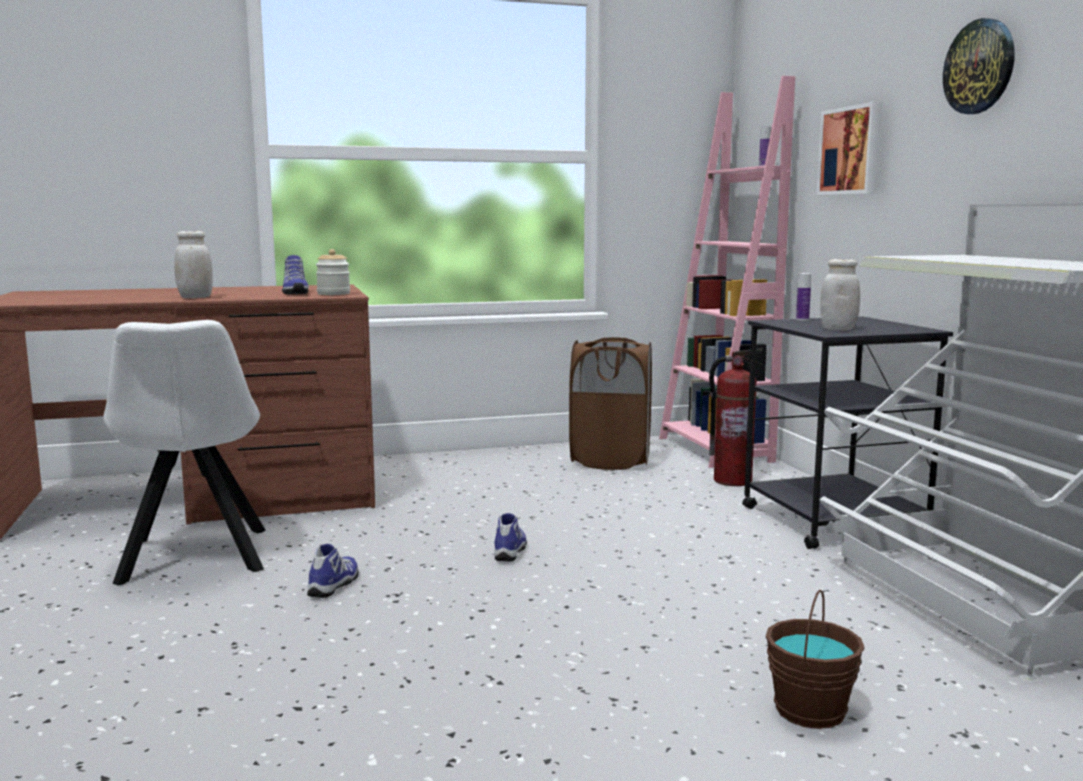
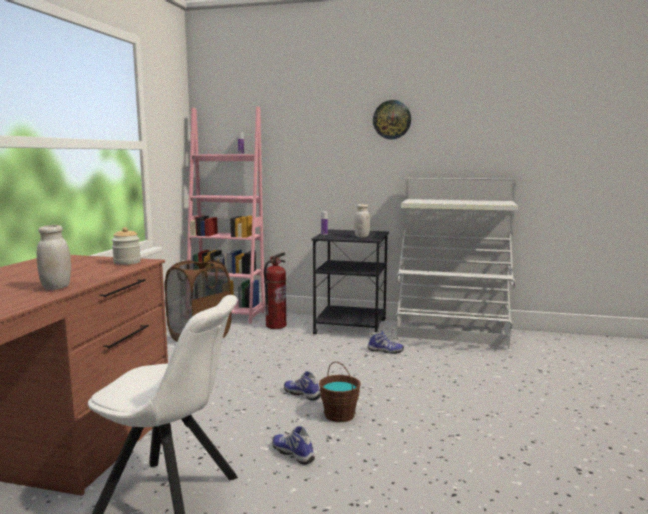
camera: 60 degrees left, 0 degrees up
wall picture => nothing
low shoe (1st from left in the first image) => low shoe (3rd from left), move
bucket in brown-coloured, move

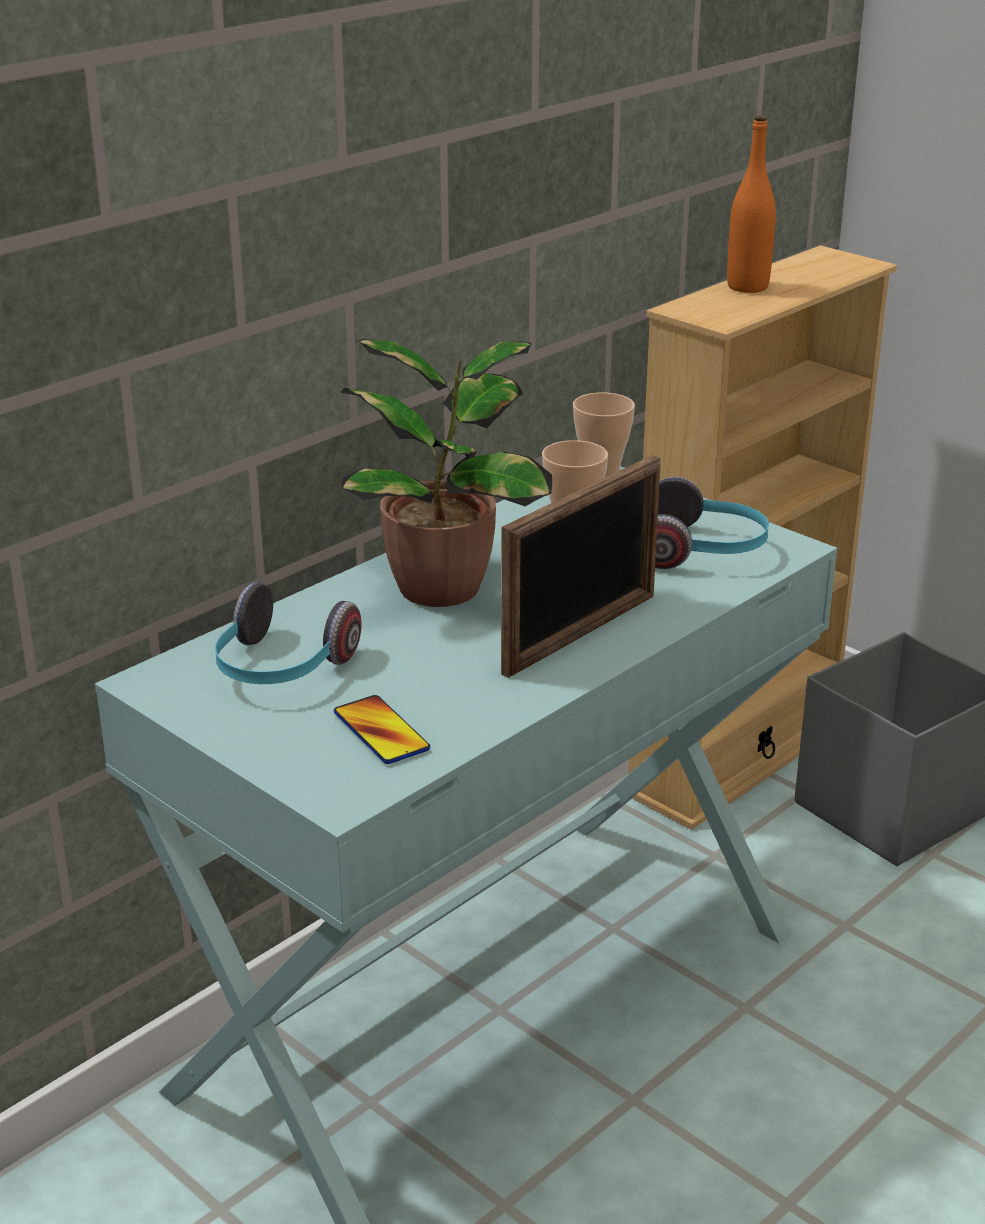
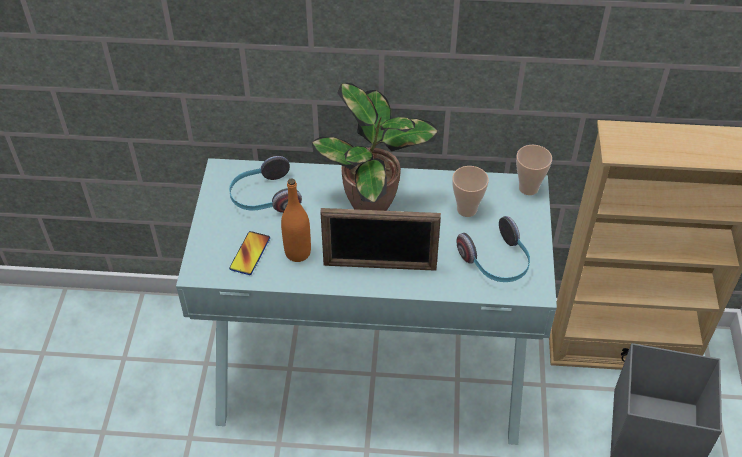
camera: 50 degrees right, 20 degrees up
beverage bottle in orange, move

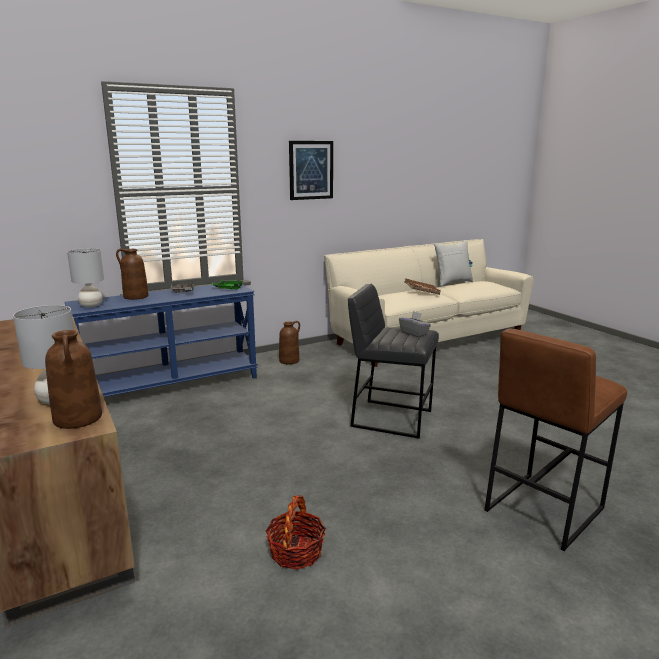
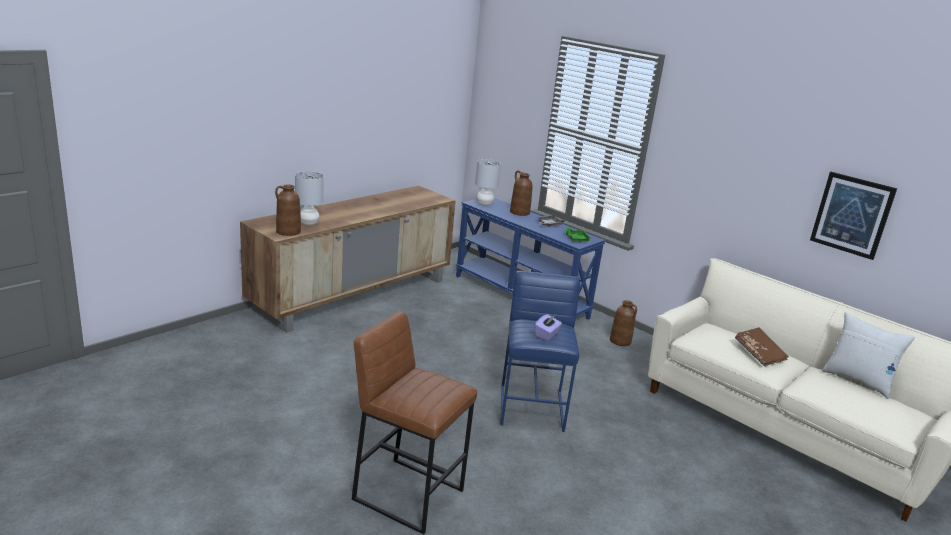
camera: 70 degrees right, 5 degrees up
wall picture, move
sitting stool in gray => sitting stool in blue-coloured
box of tissues in gray => box of tissues in purplish
basket => nothing

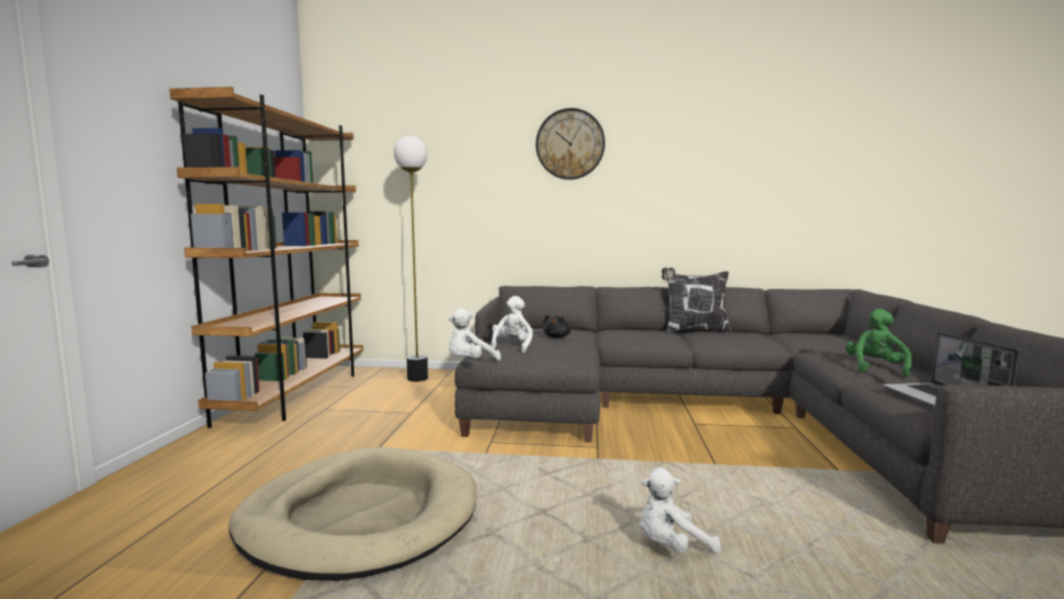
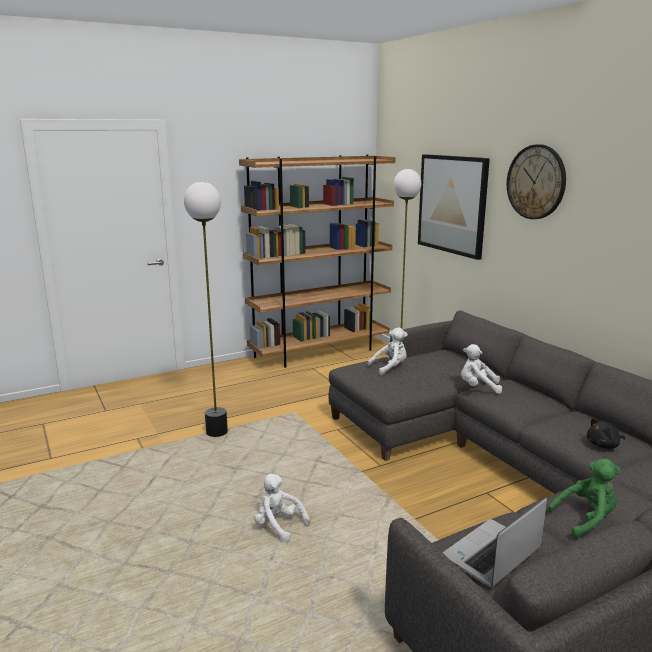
camera: 55 degrees right, 10 degrees up
cushion => nothing
soft toy in white-coloured (1st from left in the first image) => soft toy in white-coloured (3rd from left), move
soft toy in black, move
dog bed in beige-coloured => standard lamp (1st from left)
nothing => wall picture

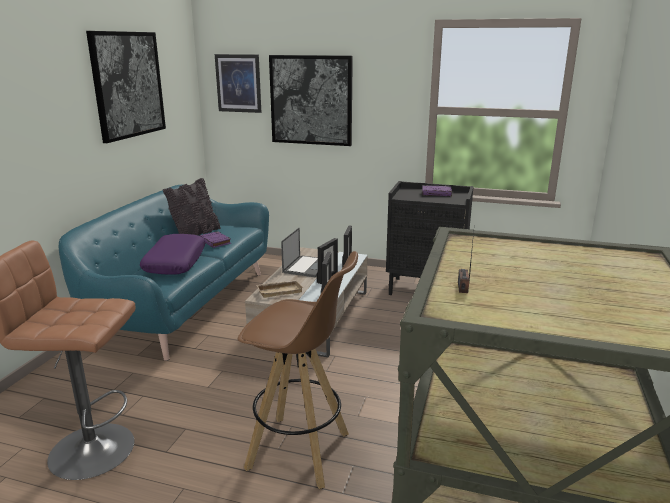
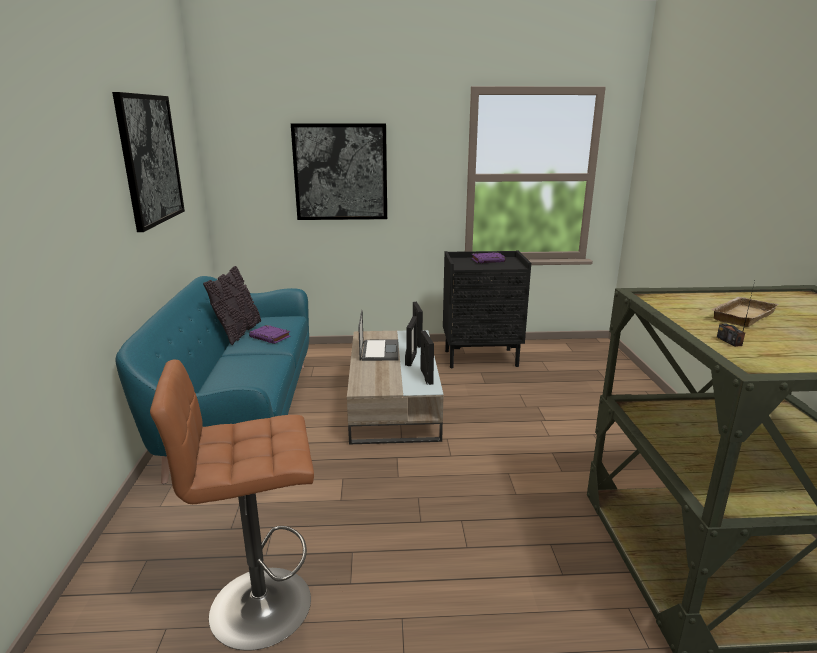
camera: 20 degrees left, 0 degrees up
wall picture (2nd from left) => nothing
cushion in purplish => nothing
sitting stool in brown-coloured (2nd from left) => nothing
serving tray in beige-coloured, move

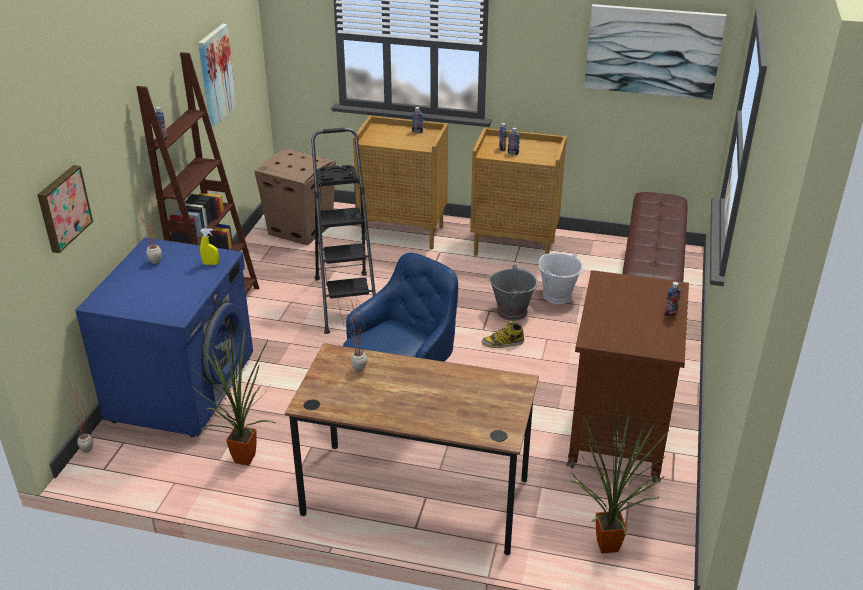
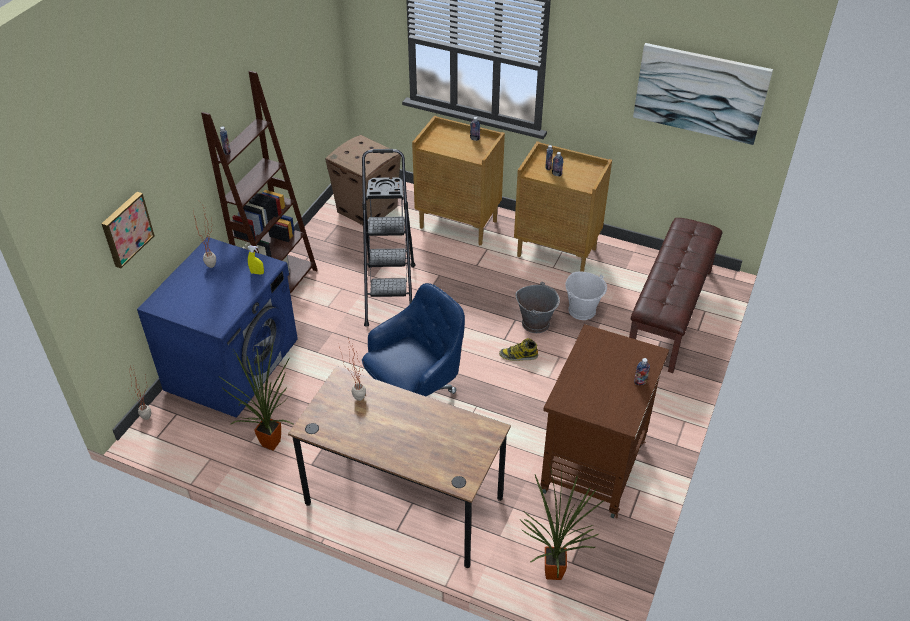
camera: 10 degrees right, 10 degrees up
wall picture (2nd from left) => nothing

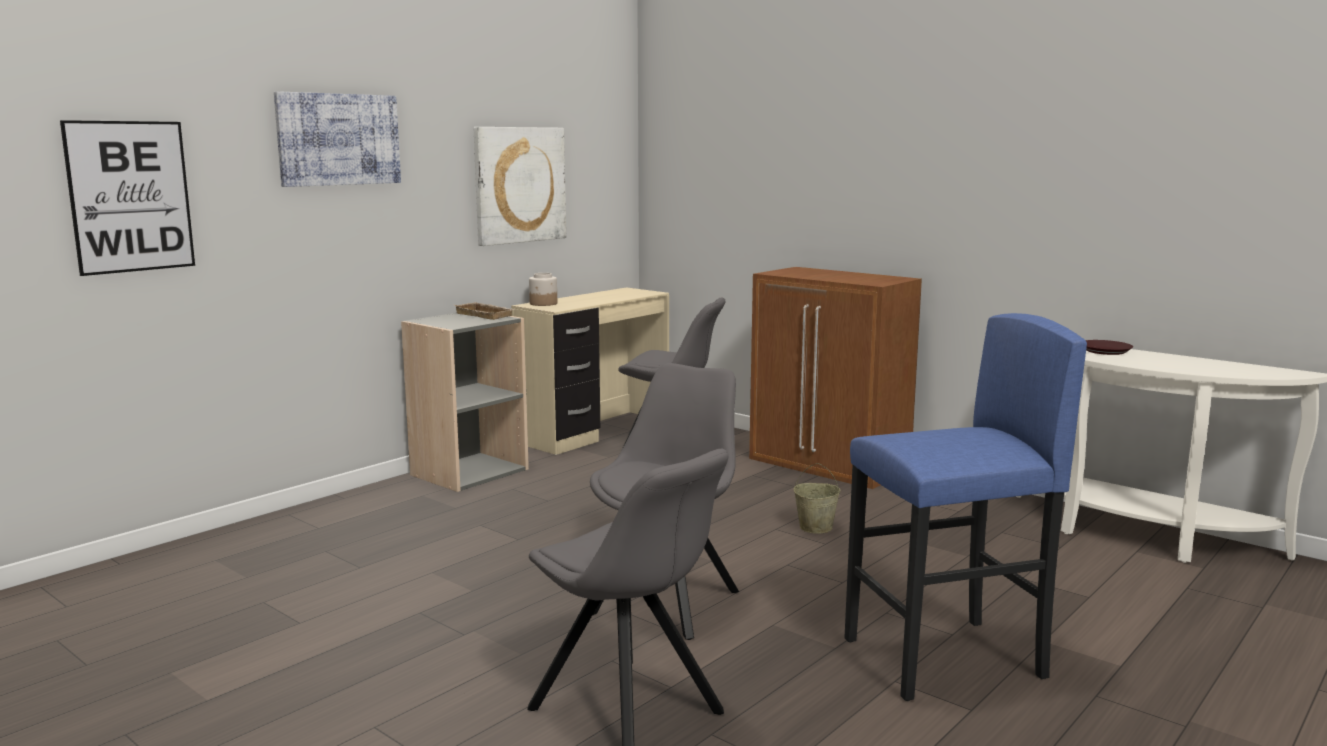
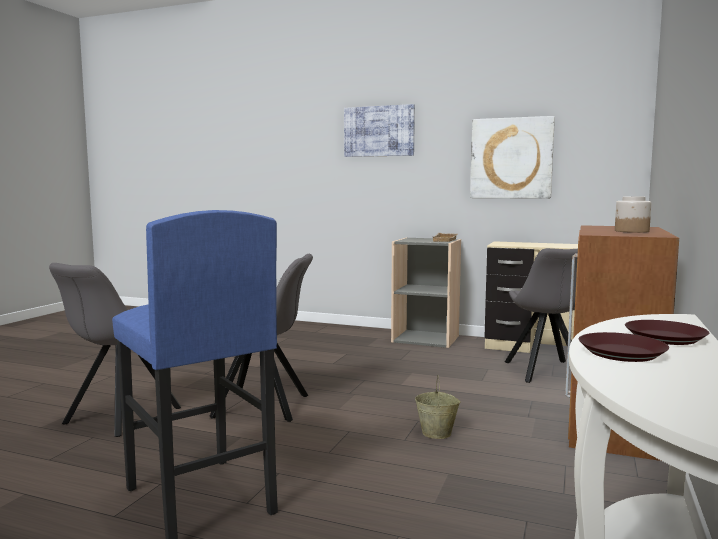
camera: 70 degrees right, 5 degrees down
wall picture (1st from left) => nothing
storage jar, move
nothing => flat dish in brown-coloured (1st from left)

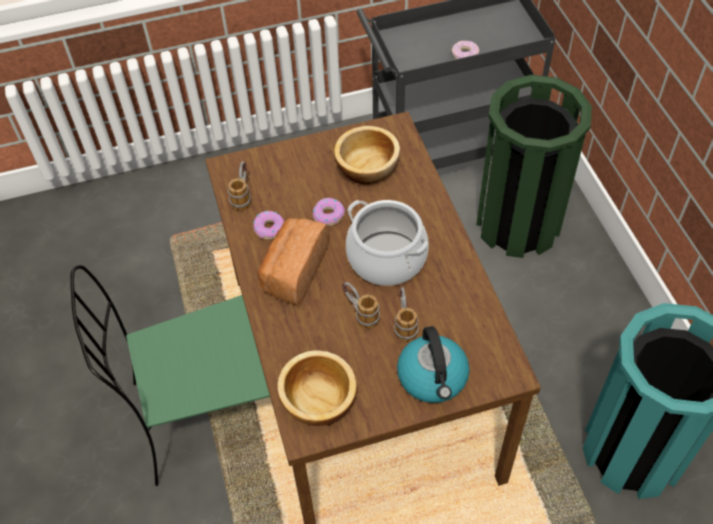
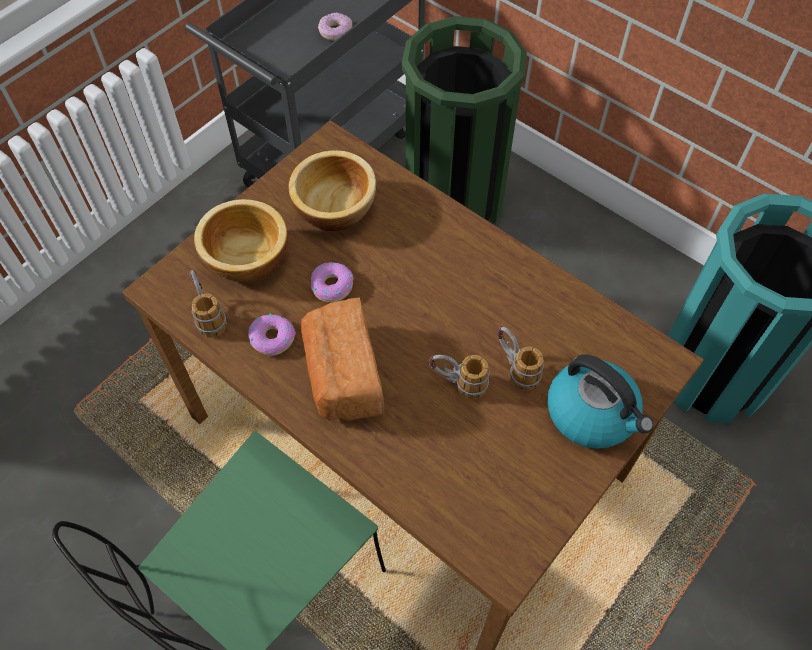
camera: 35 degrees left, 5 degrees up
stockpot => nothing
bowl (1st from left), move

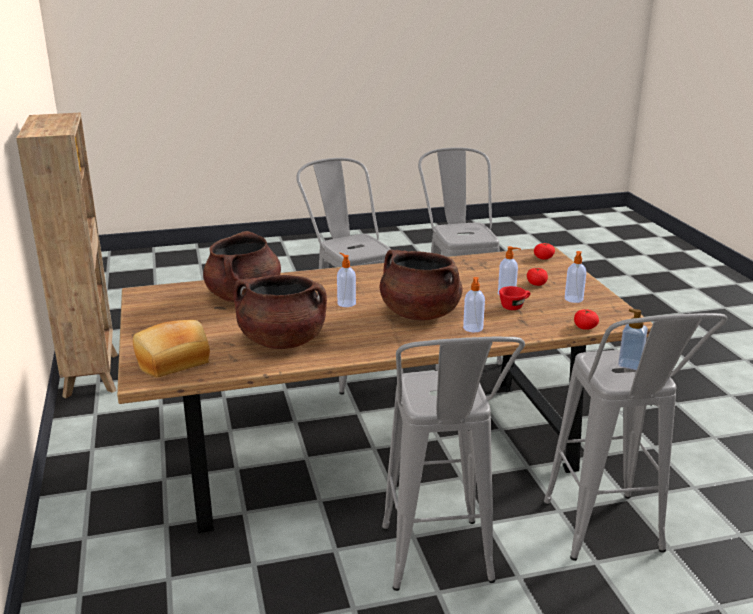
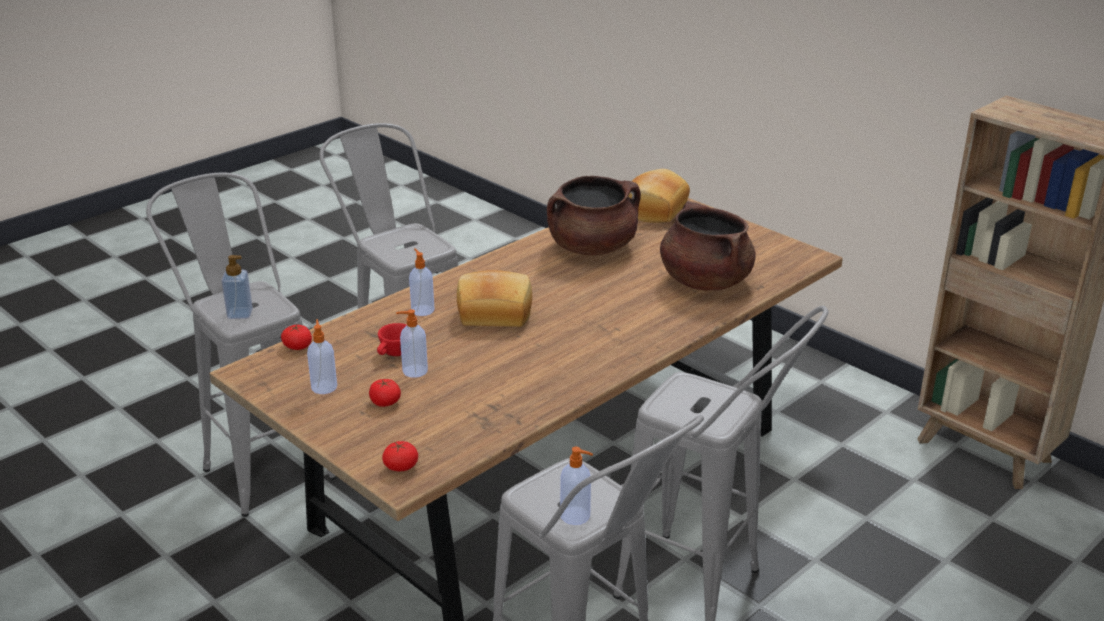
camera: 150 degrees right, 5 degrees up
stockpot in brown-coloured (3rd from left) => bread (1st from left)
soap dispenser (1st from left in the first image) => soap dispenser (5th from left), move

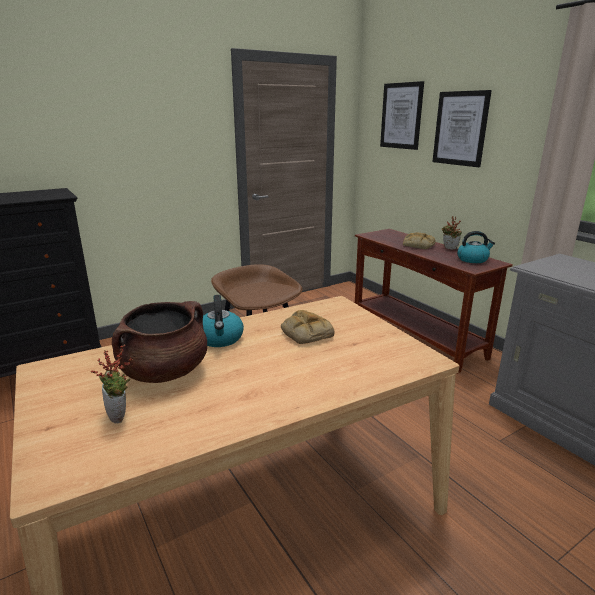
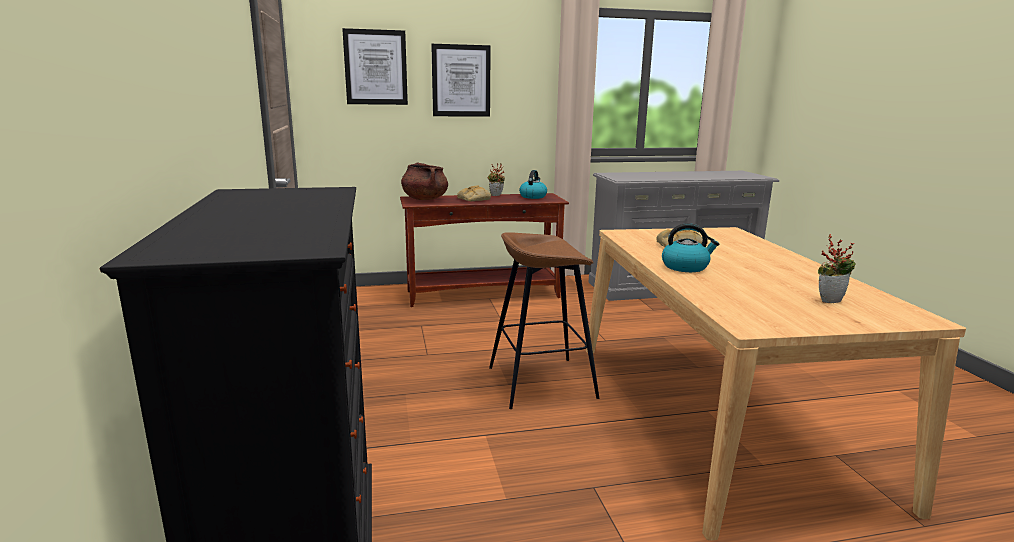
camera: 70 degrees left, 5 degrees down
stockpot in brown-coloured, move

